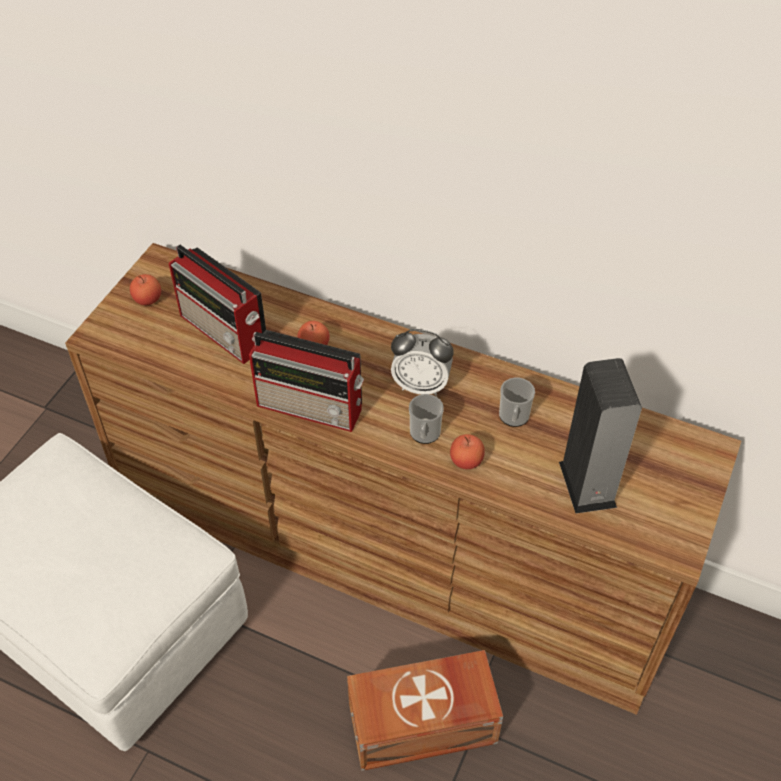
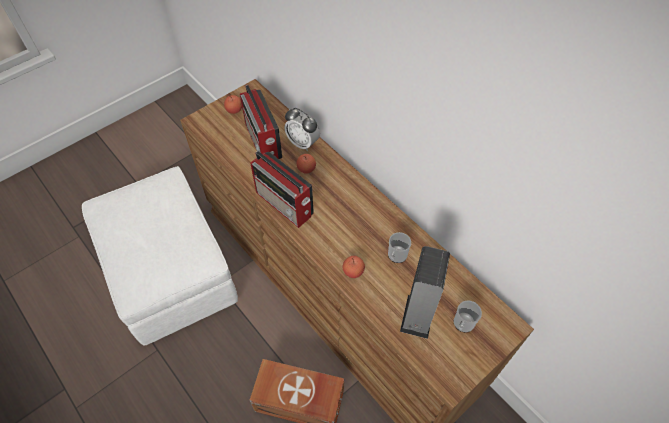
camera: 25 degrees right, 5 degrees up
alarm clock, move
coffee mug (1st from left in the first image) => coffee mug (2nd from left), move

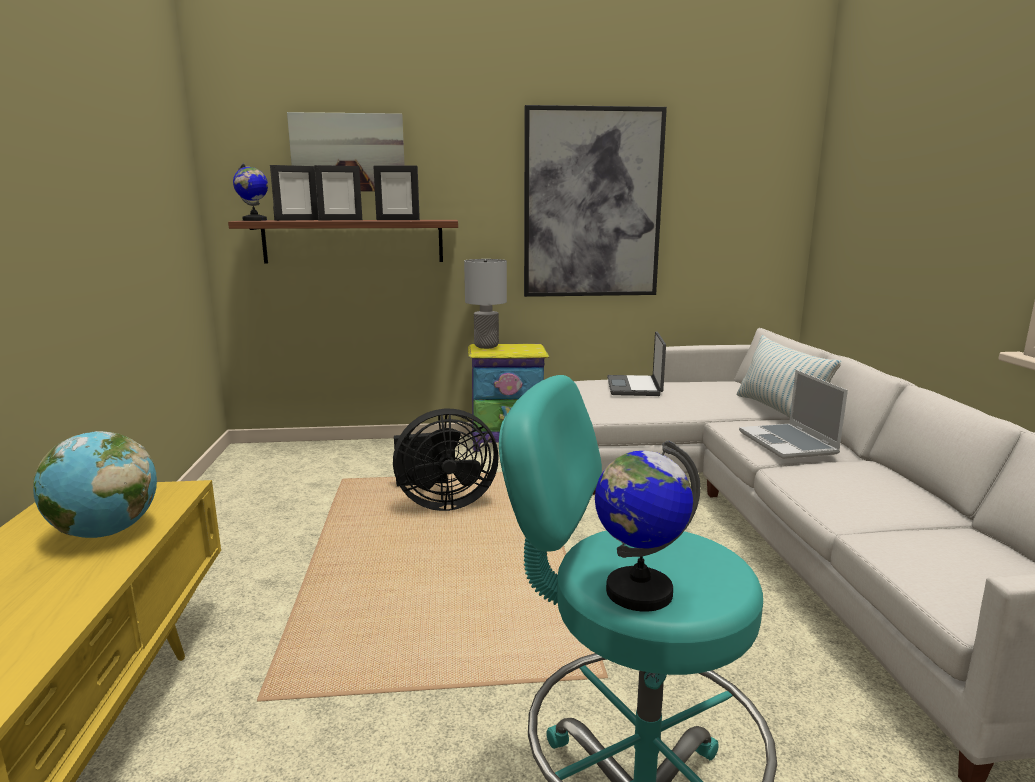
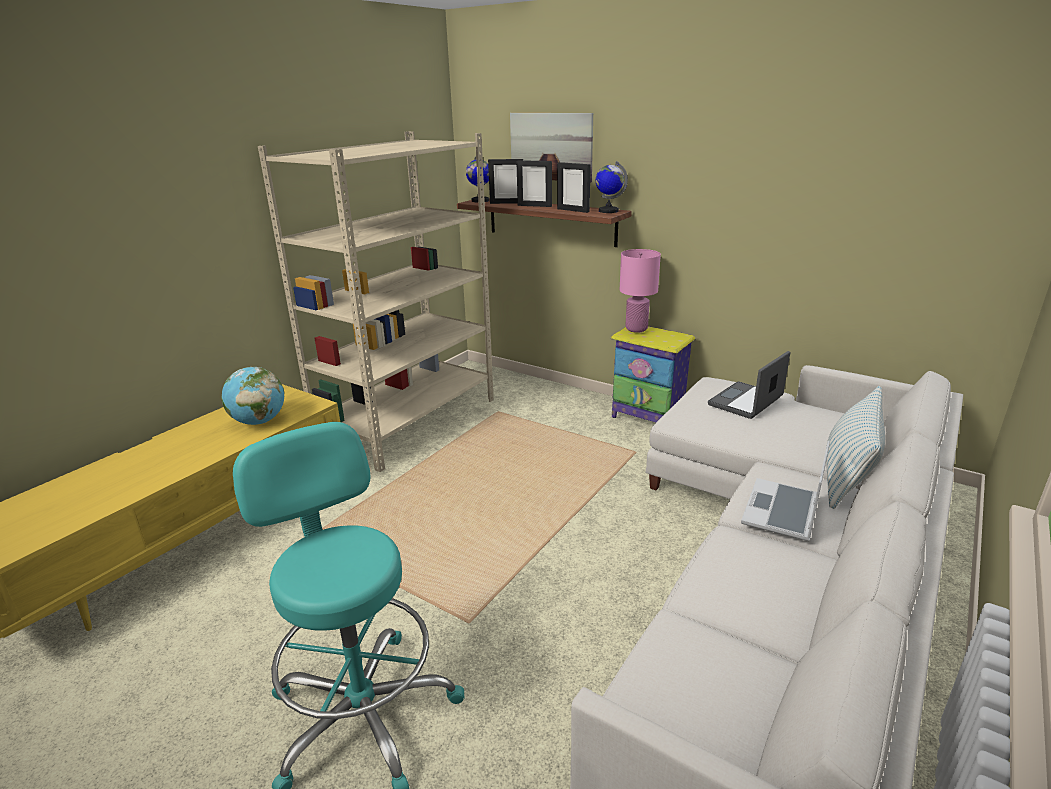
camera: 40 degrees right, 10 degrees up
wall picture (2nd from left) => nothing
tabletop lamp in gray => tabletop lamp in pink
fan in black => nothing
globe (3rd from left), move
nothing => bookcase in beige-coloured

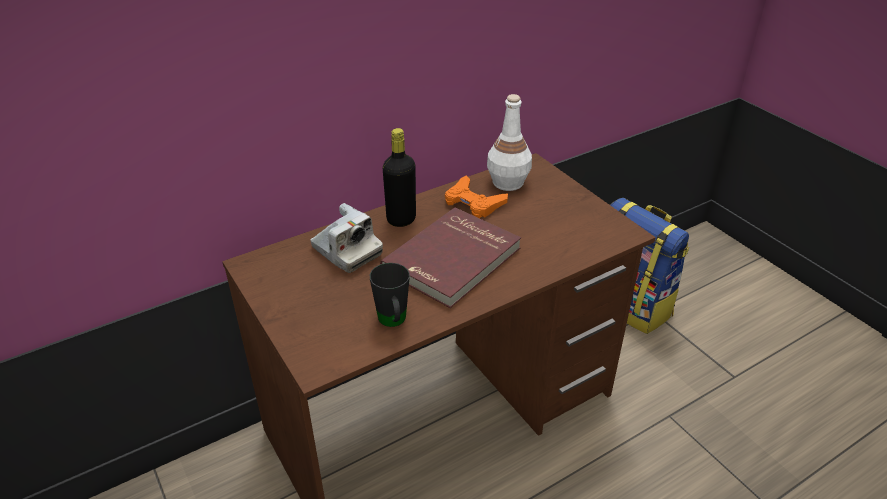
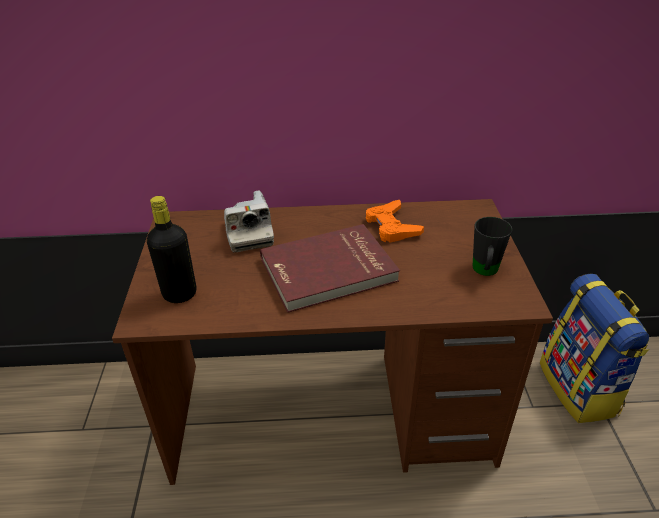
camera: 30 degrees right, 0 degrees up
beverage bottle in white-coloured => nothing
beverage bottle in black, move
coffee mug in black, move

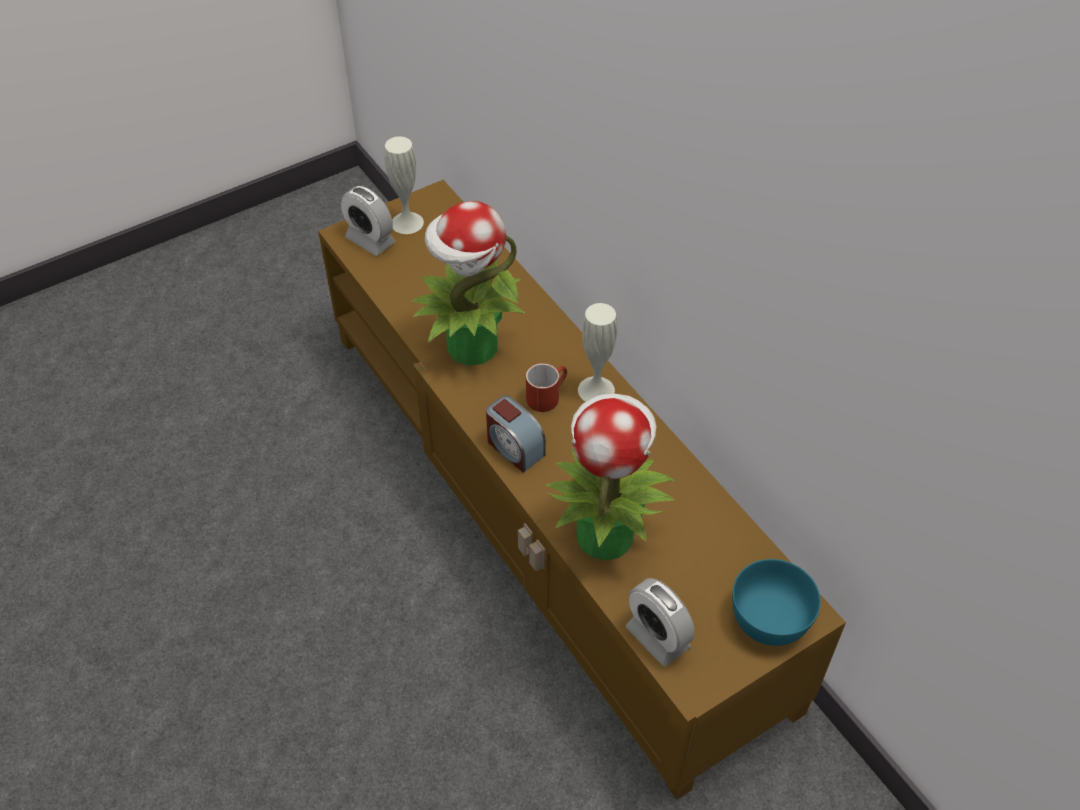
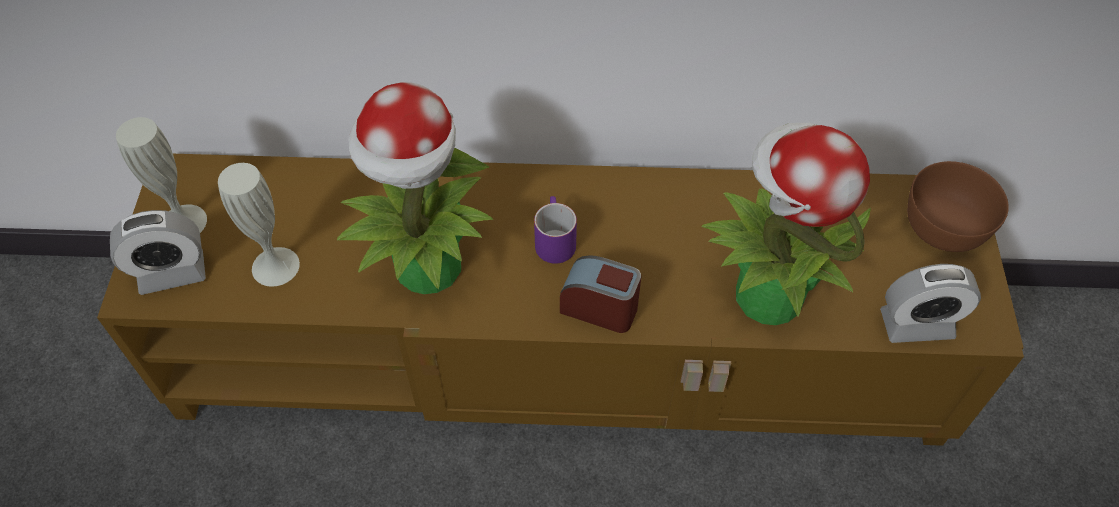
camera: 55 degrees left, 5 degrees up
decorative vase in white-coloured (2nd from left), move
coffee mug in reddish => coffee mug in purplish
alarm clock (2nd from left), 150 degrees counterclockwise
bowl in turquoise-coloured => bowl in brown-coloured

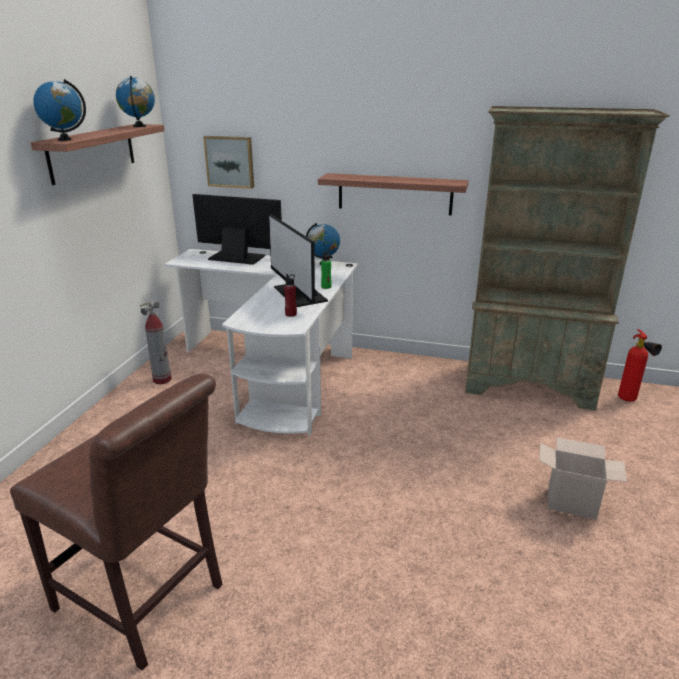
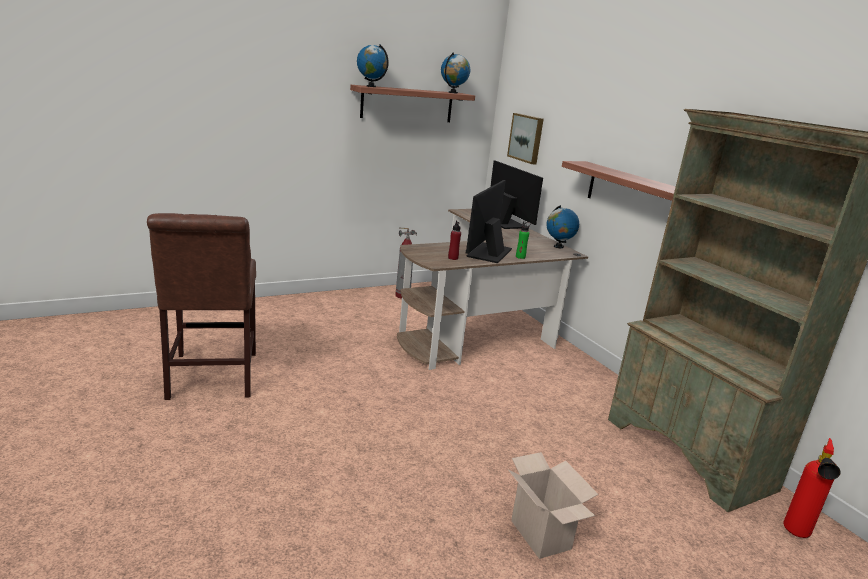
camera: 45 degrees right, 5 degrees down
desk table in white-coloured => desk table in brown-coloured

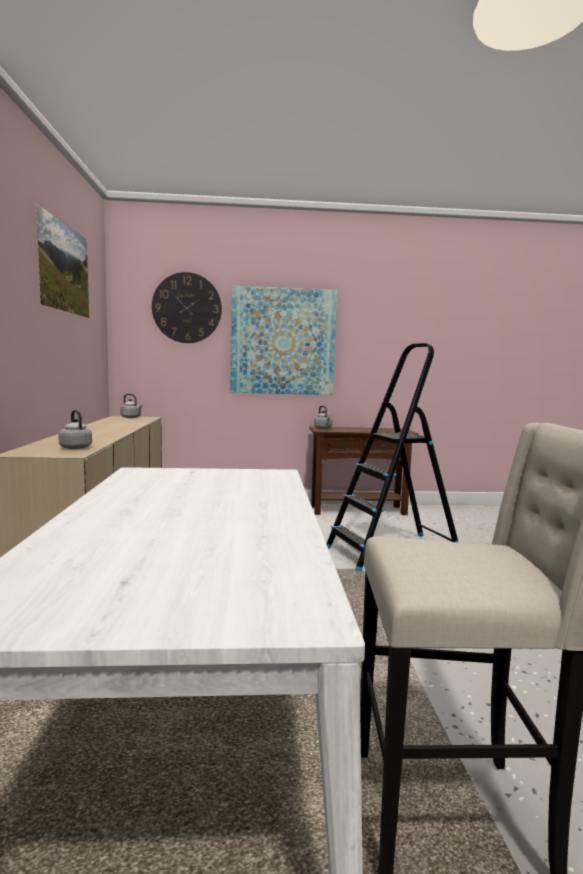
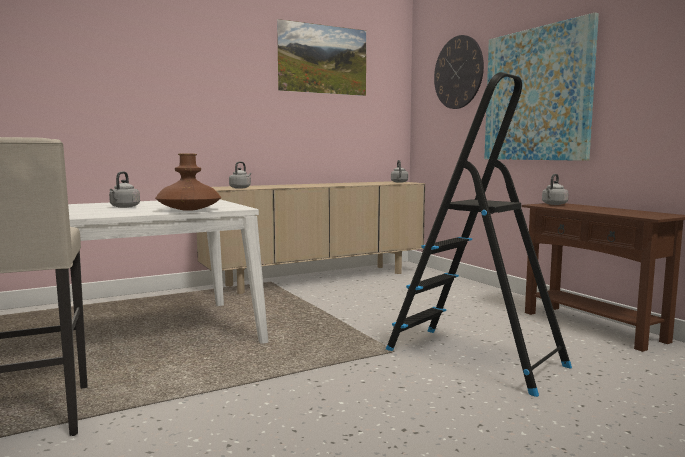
camera: 65 degrees right, 0 degrees up
nothing => decorative vase in brown-coloured
nothing => water kettle in gray (1st from left)

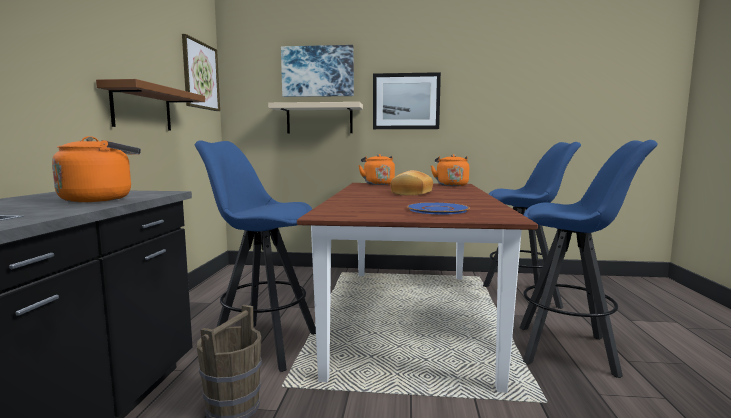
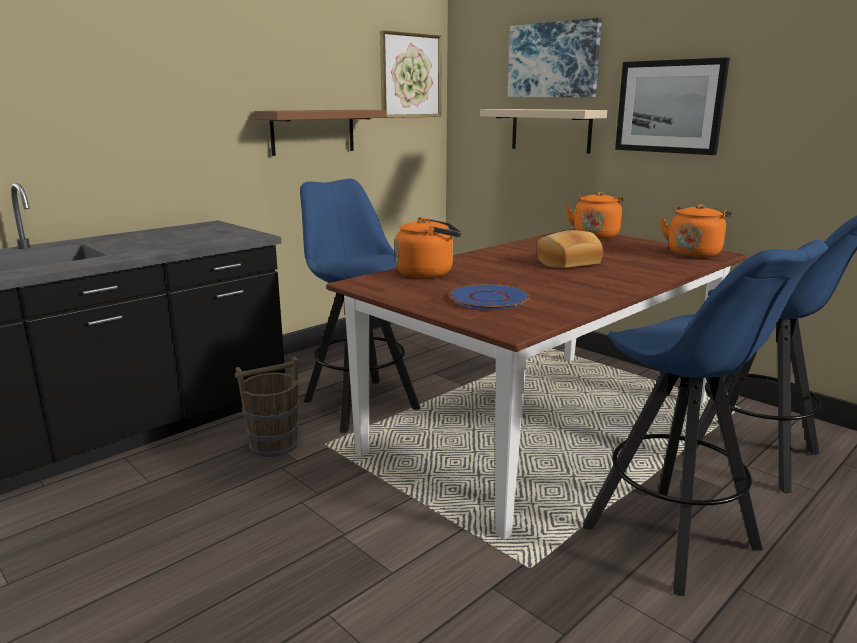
camera: 40 degrees right, 10 degrees up
water kettle in orange (1st from left), move

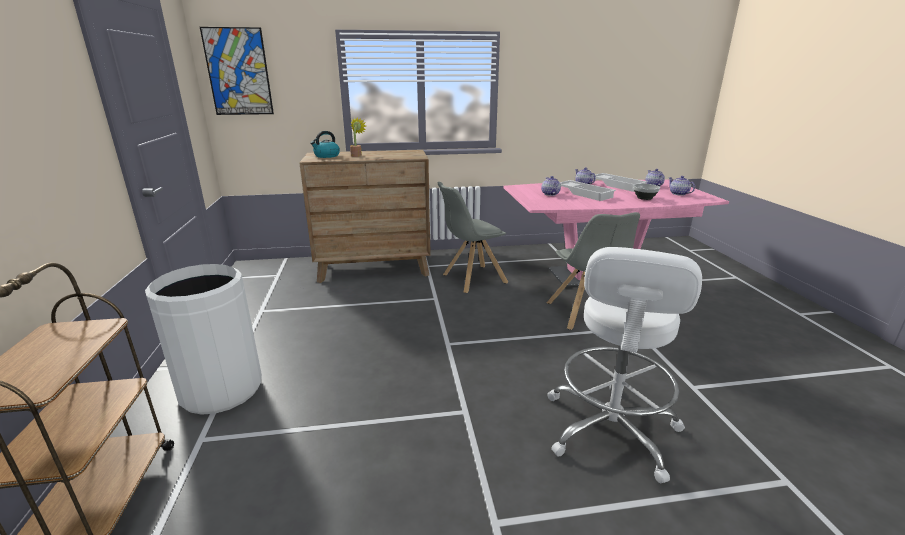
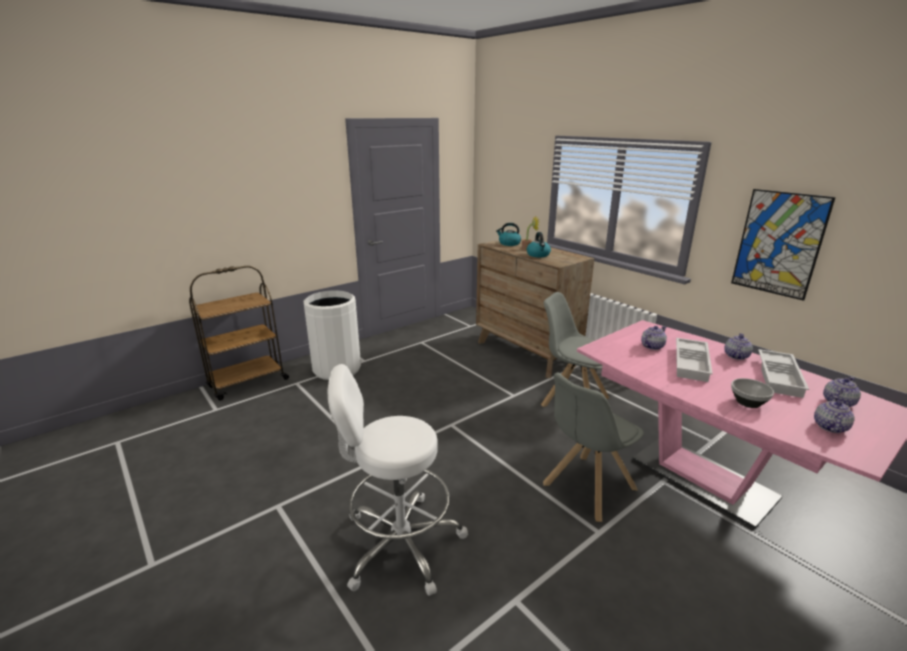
camera: 60 degrees right, 0 degrees up
wall picture, move
nothing => water kettle (2nd from left)

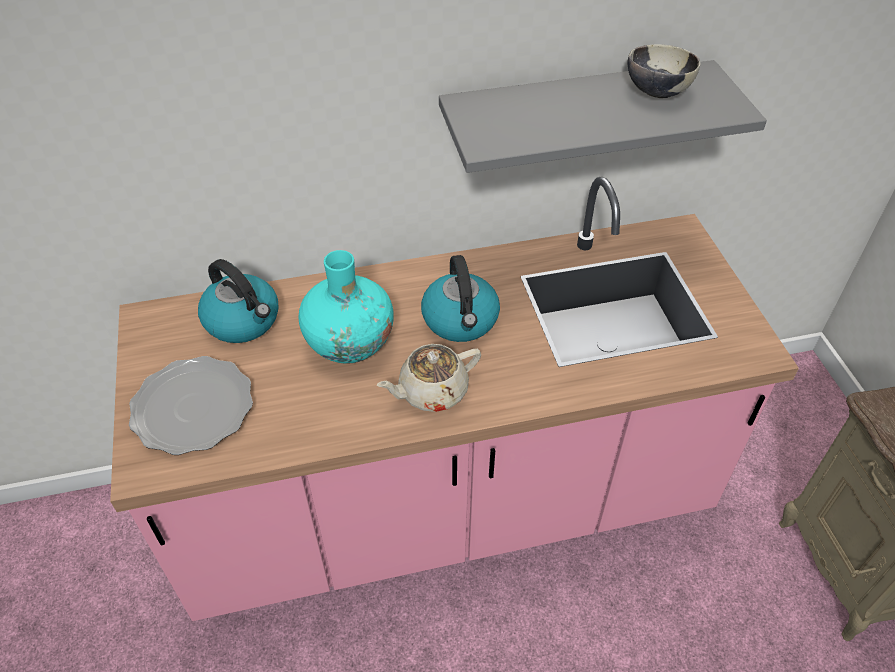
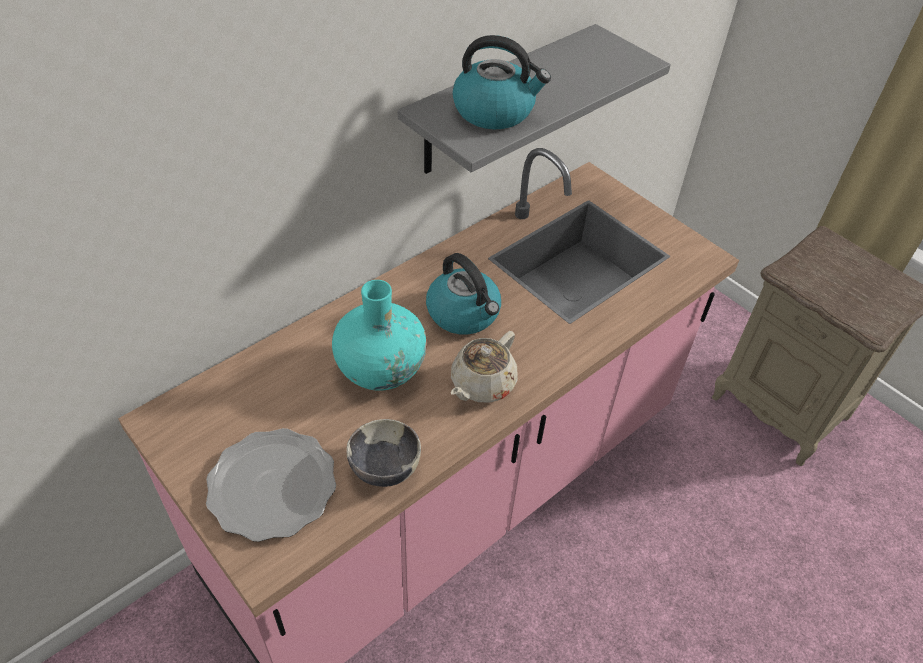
camera: 30 degrees left, 0 degrees up
bowl, move
water kettle (1st from left in the first image) => water kettle (2nd from left), move

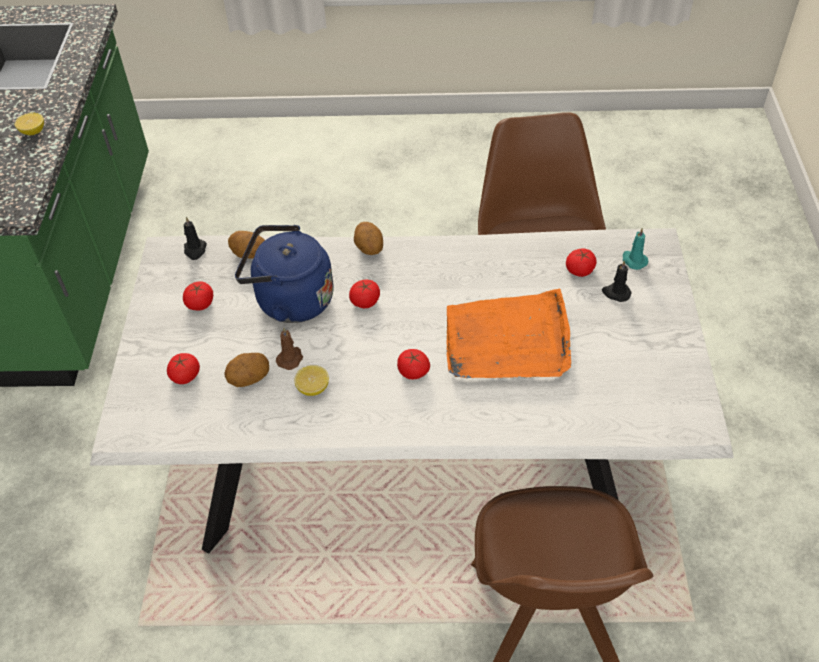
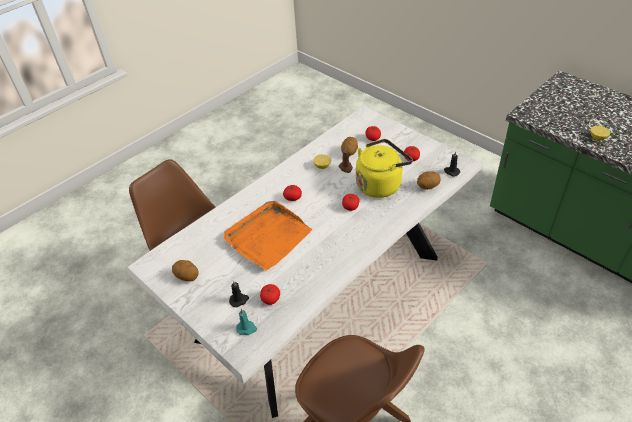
camera: 135 degrees right, 5 degrees down
spud (3rd from left in the first image) => spud (1st from left), move
water kettle in blue-coloured => water kettle in yellow

